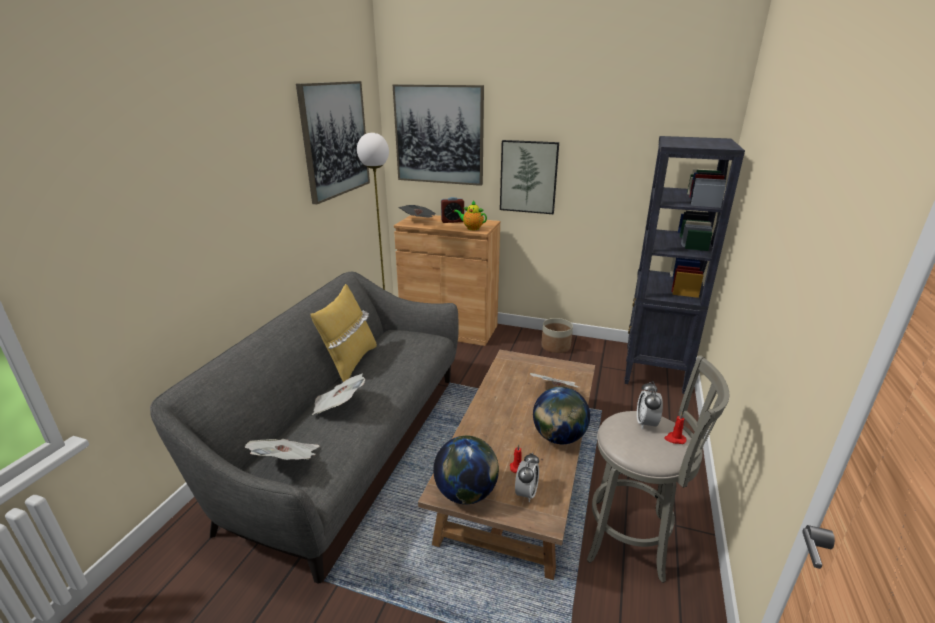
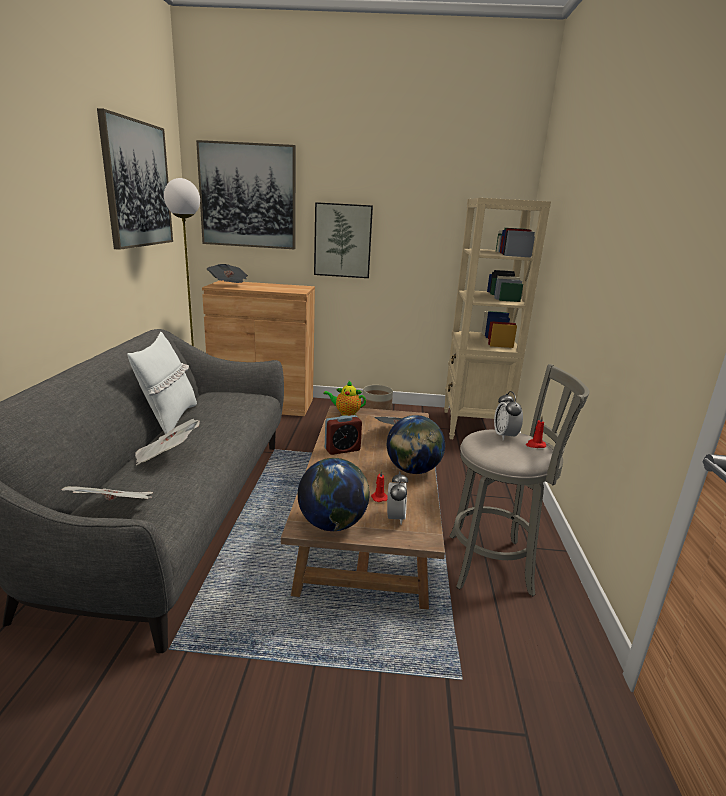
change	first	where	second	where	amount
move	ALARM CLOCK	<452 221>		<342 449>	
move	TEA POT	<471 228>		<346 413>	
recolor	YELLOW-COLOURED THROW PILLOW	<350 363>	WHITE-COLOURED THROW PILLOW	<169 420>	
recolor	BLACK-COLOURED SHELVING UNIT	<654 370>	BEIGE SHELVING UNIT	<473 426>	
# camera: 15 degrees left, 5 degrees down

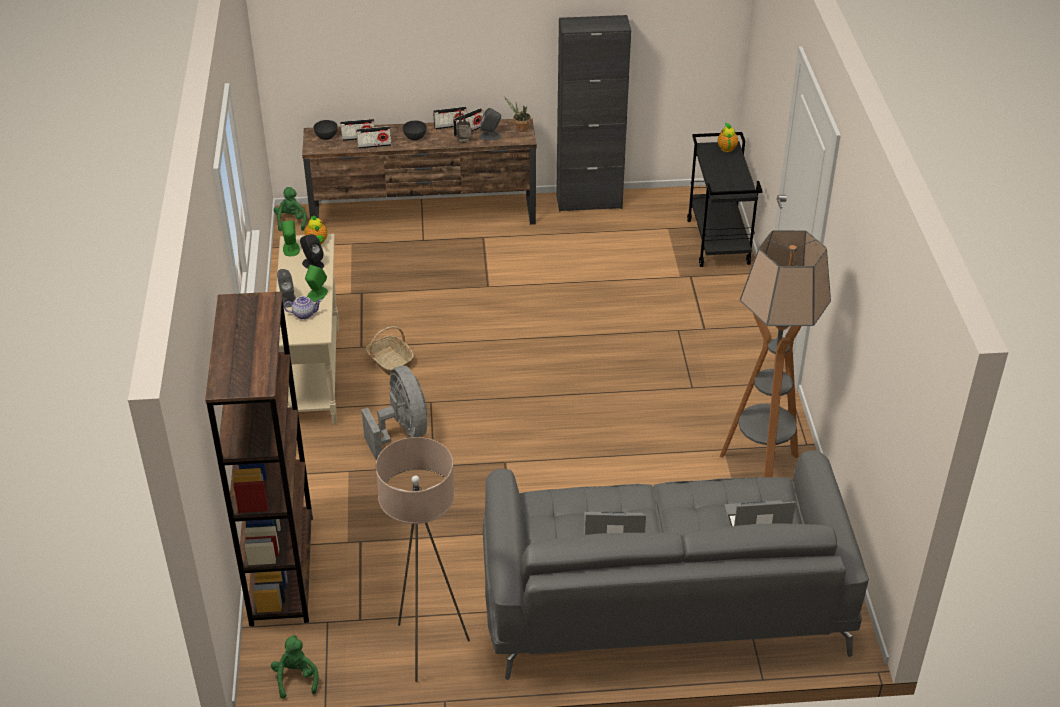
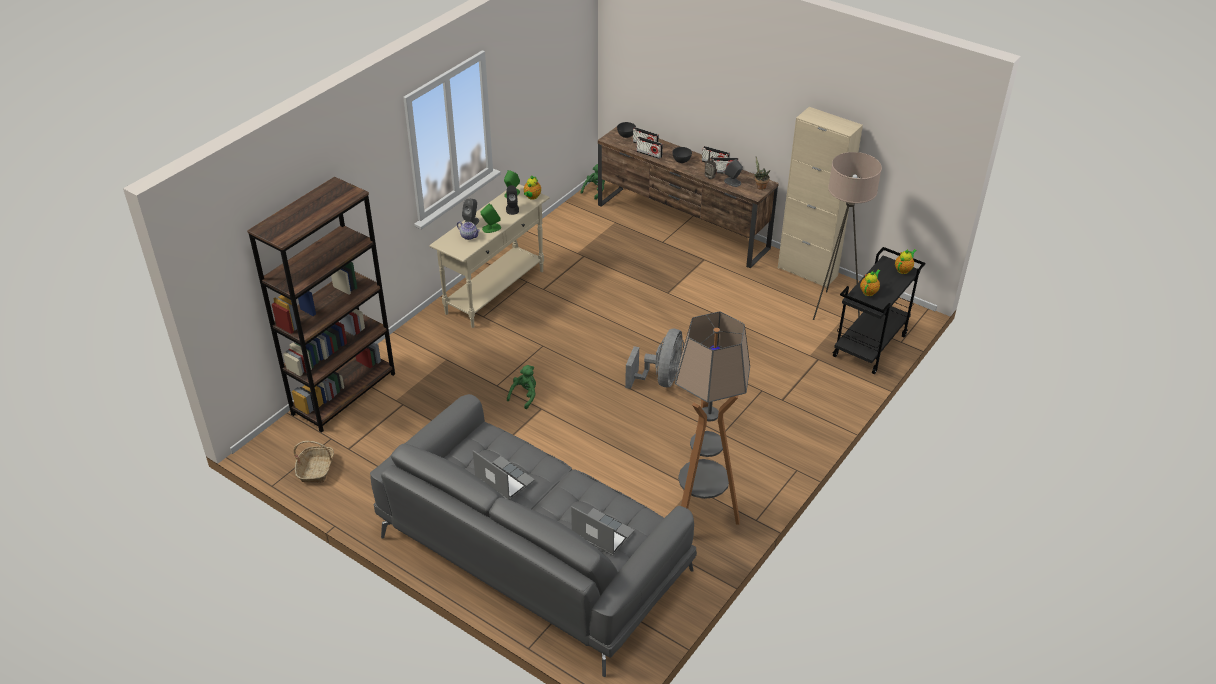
change	first	where	second	where	amount
insert			TEA POT	<869 291>	
move	GREENISH CUDDLY TOY	<296 678>		<524 395>	
move	GREYISH FAN	<402 432>		<661 379>	
move	HOUSEHOLD BASKET	<390 361>		<316 469>	
move	BEIGE FLOOR LAMP	<428 648>		<833 309>	
recolor	BLACK-COLOURED CUPBOARD	<589 202>	BEIGE CUPBOARD	<807 271>	
# camera: 40 degrees right, 0 degrees up

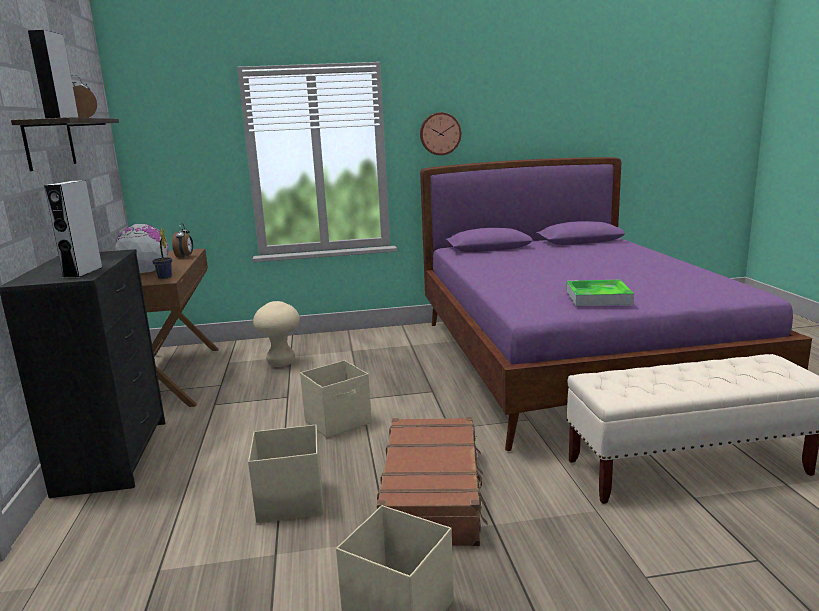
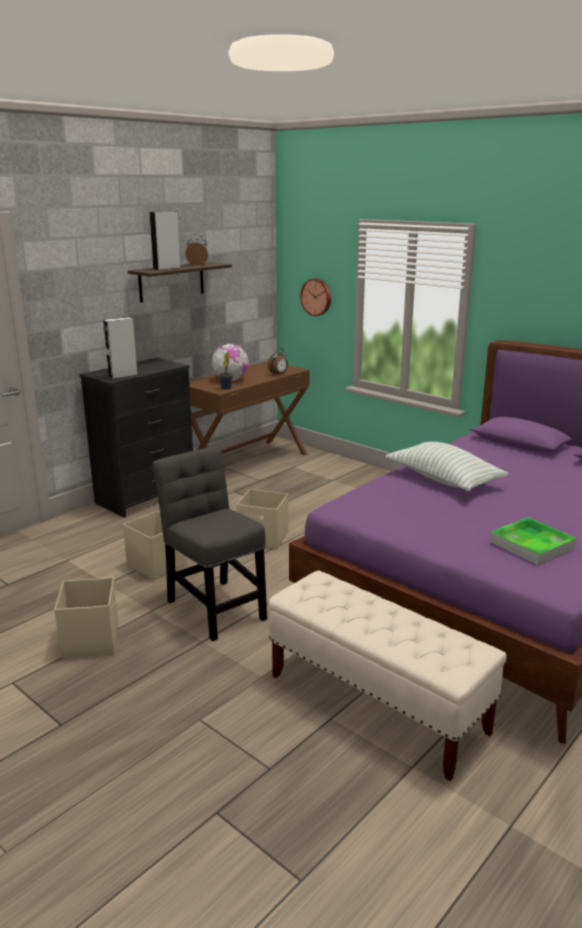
change	first	where	second	where	amount
delete	BEIGE STOOL SEAT	<281 363>			
insert			THROW PILLOW	<444 480>	
move	CLOCK ON THE WALL	<440 133>		<317 297>	
move	TRAY	<598 297>		<531 545>	
replace	BROWNISH PIECE OF LUGGAGE	<433 494>	GREYISH CHAIR	<214 606>	
# camera: 50 degrees right, 5 degrees up

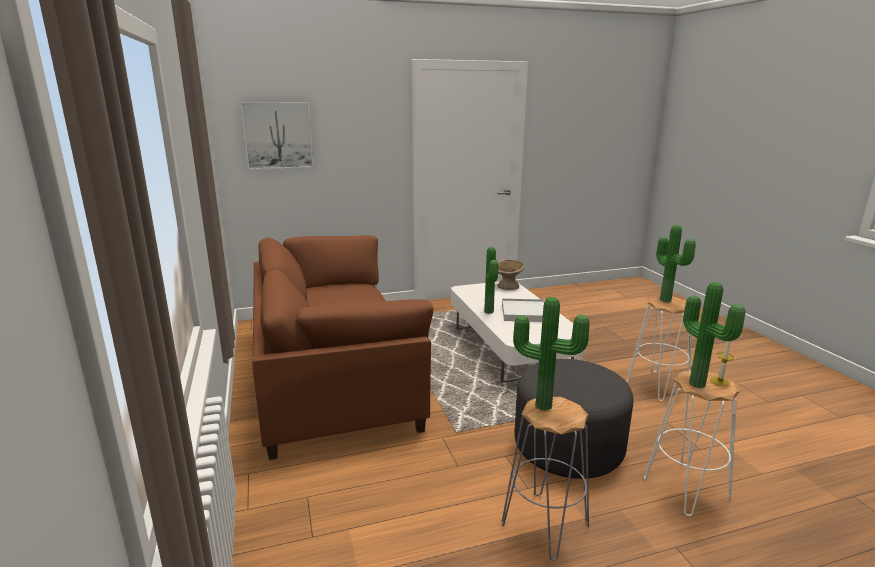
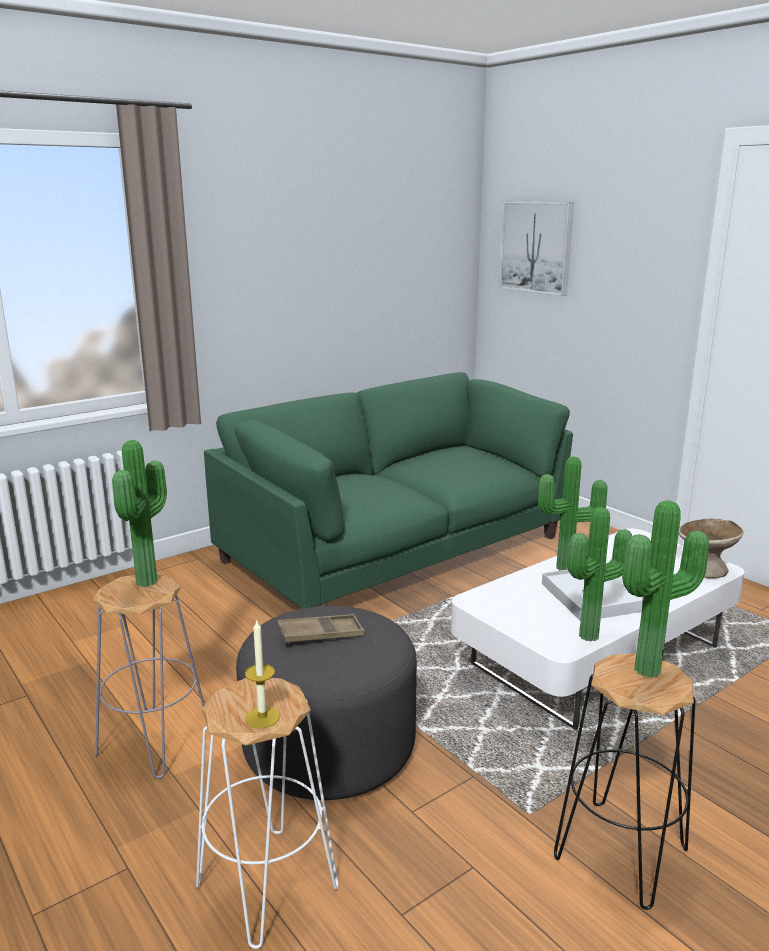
change	first	where	second	where	amount
insert			BROWNISH TRAY	<321 634>	
move	HOUSEPLANT	<699 383>		<592 637>	
recolor	BROWNISH COUCH	<333 375>	GREENISH COUCH	<394 550>	
recolor	WHITE-COLOURED STOOL SEAT	<657 386>	BLACK-COLOURED STOOL SEAT	<620 854>	
# camera: 70 degrees right, 0 degrees up

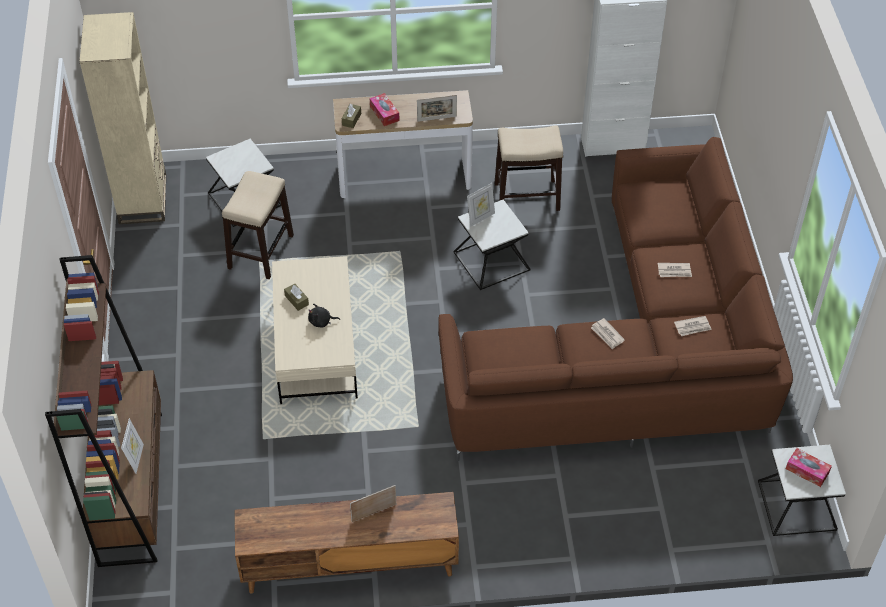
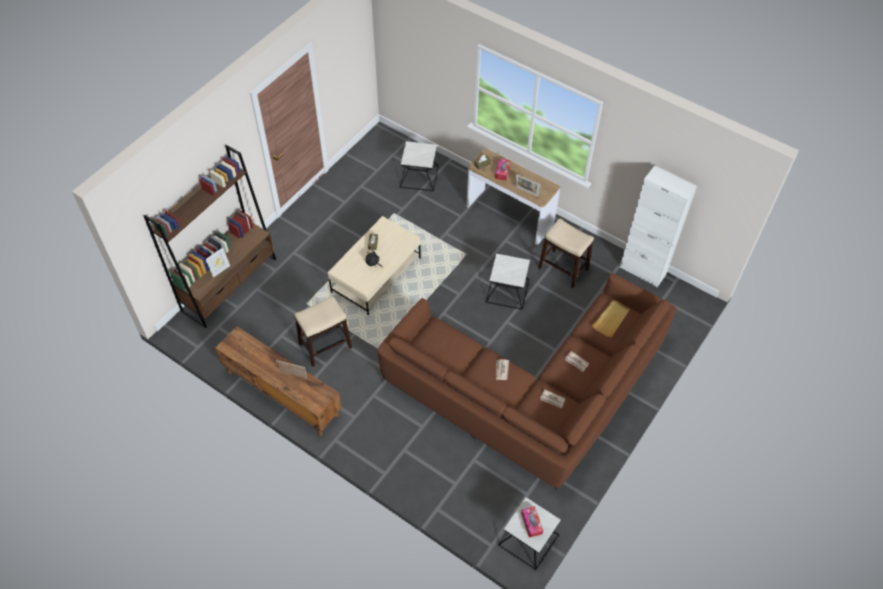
change	first	where	second	where	amount
delete	BEIGE SHELVING UNIT	<143 199>			
delete	STANDING FRAME	<480 218>			
insert			BEIGE TRAY	<611 319>	
move	STOOL SEAT	<260 252>		<324 346>	
# camera: 40 degrees right, 5 degrees up

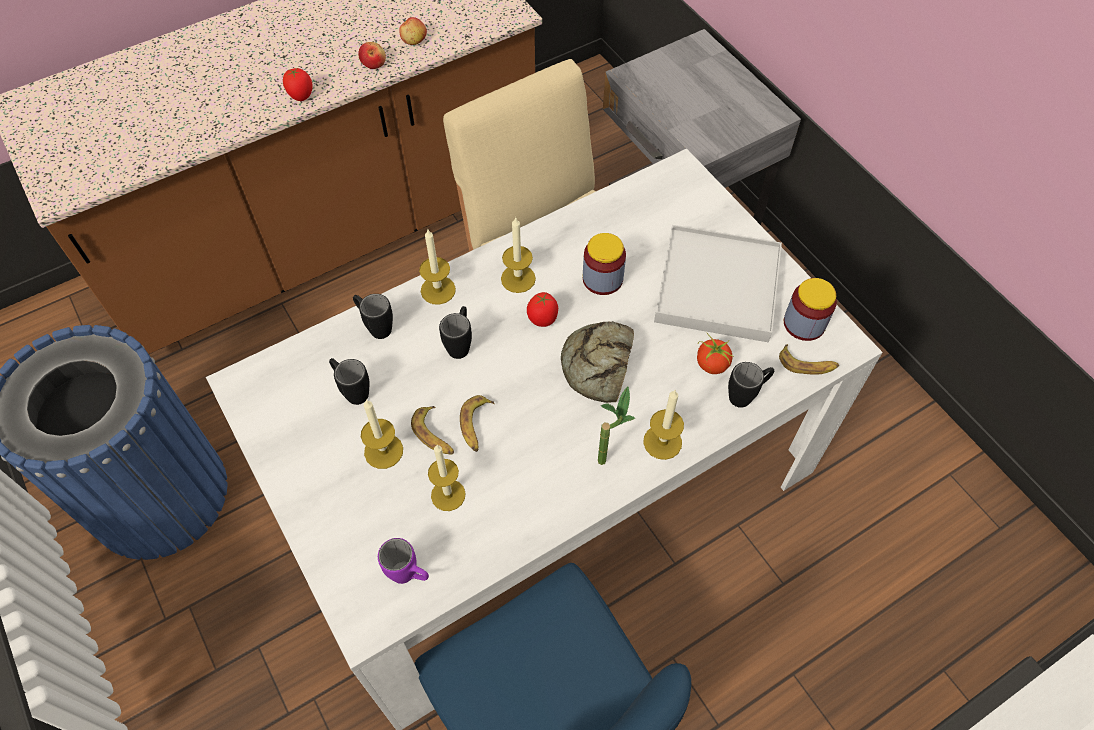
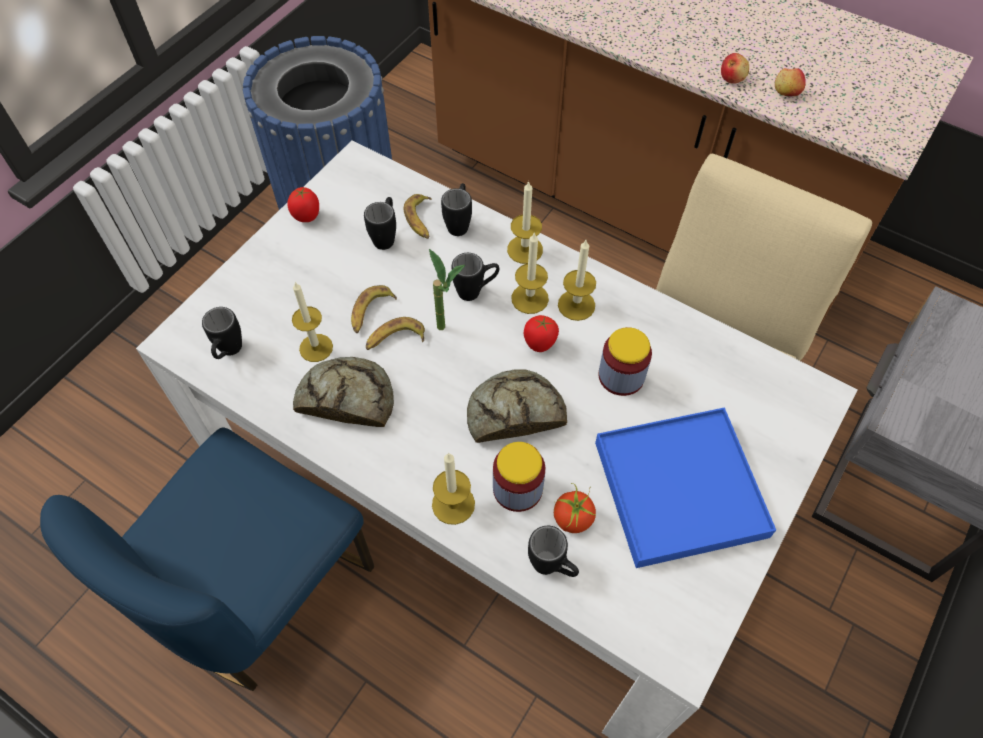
change	first	where	second	where	amount
insert			BAKED BREAD	<346 398>	
move	WHOLE TOMATO	<301 97>		<307 217>	
move	CANDLE	<383 451>		<530 298>	
move	HOUSEPLANT	<609 456>		<448 330>	
move	WHOLE BANANA	<807 364>		<420 220>	
move	STORAGE JAR	<804 323>		<517 488>	
recolor	PURPLISH COFFEE MUG	<409 576>	BLACK-COLOURED COFFEE MUG	<229 353>	
recolor	WHITE-COLOURED TRAY	<717 286>	BLUISH TRAY	<680 489>	
# camera: 65 degrees right, 0 degrees up

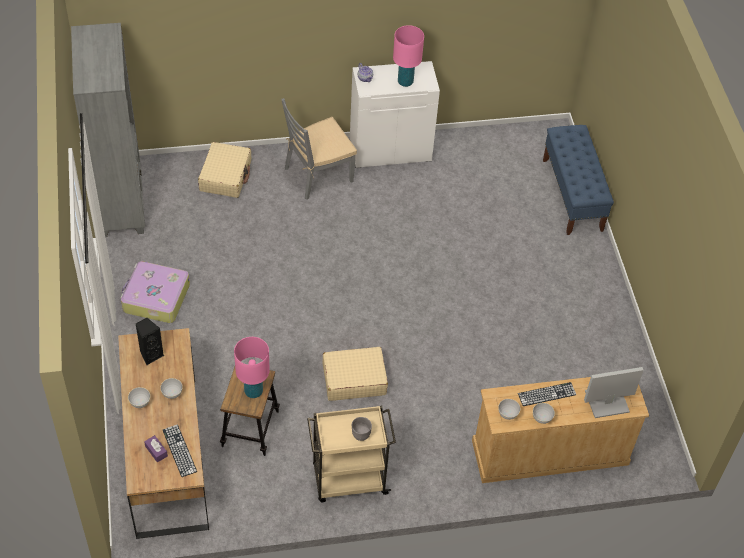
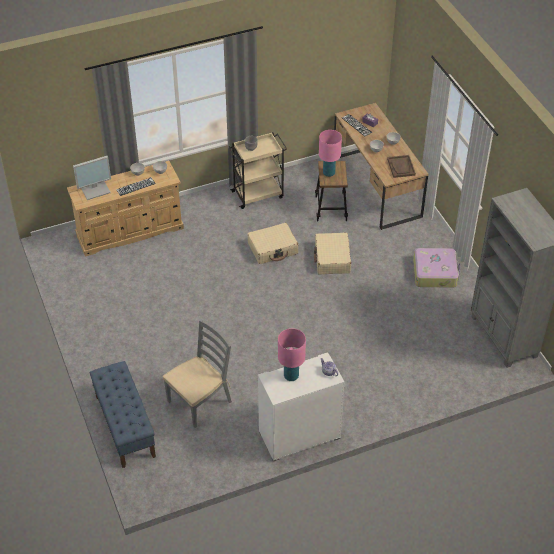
change	first	where	second	where	amount
move	BEIGE PIECE OF LUGGAGE	<225 176>		<332 259>	
move	GREYISH CHAIR	<318 175>		<200 401>	
replace	BLACK-COLOURED LOUDSPEAKER	<150 354>	BROWNISH TRAY	<401 167>	
# camera: 170 degrees right, 5 degrees down

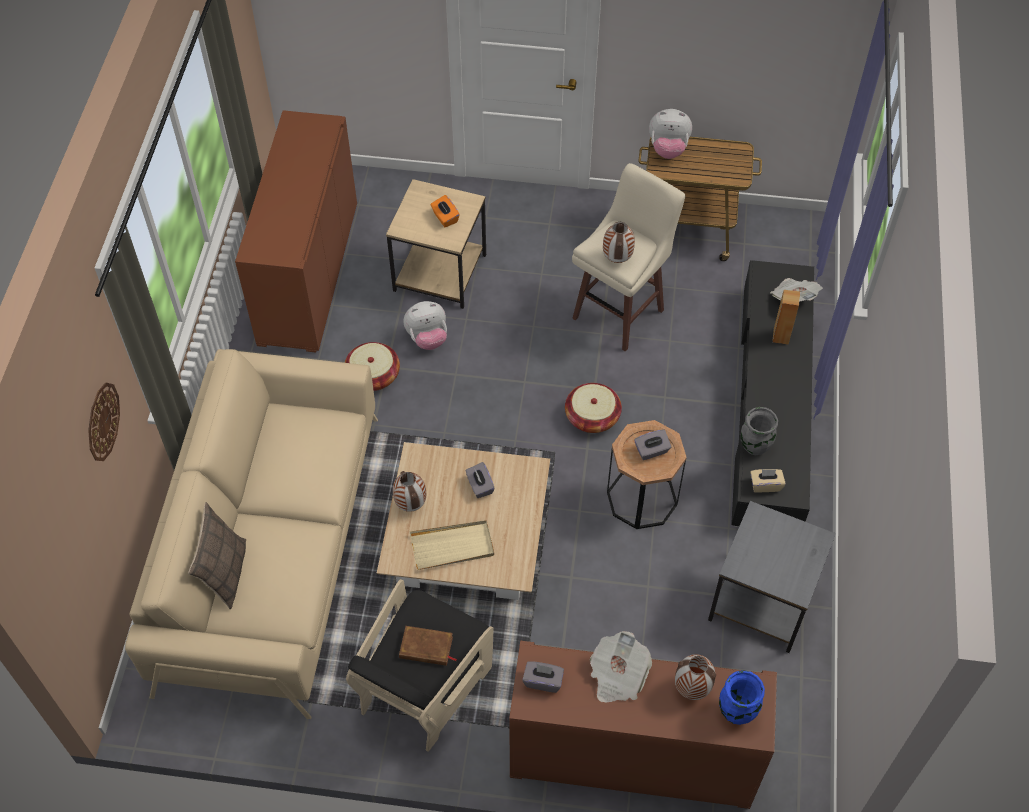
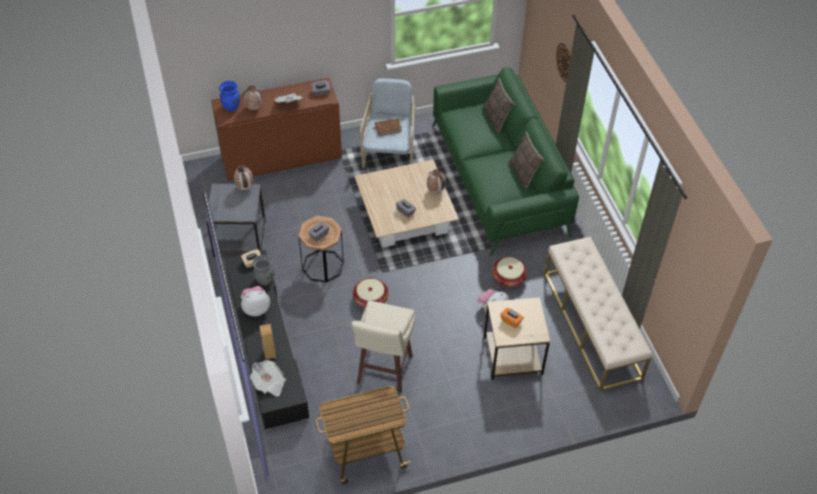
change	first	where	second	where	amount
delete	BEIGE TRAY	<452 546>			
insert			THROW PILLOW	<523 174>	
move	FLOWER VASE	<616 259>		<245 188>	
move	CUDDLY TOY	<668 149>		<256 308>	
replace	BROWNISH CUPBOARD	<308 273>	BEIGE LONG SEAT	<592 325>	
recolor	BEIGE COUCH	<271 550>	GREENISH COUCH	<498 179>	
recolor	BLACK-COLOURED ARMCHAIR	<424 687>	BEIGE ARMCHAIR	<389 151>	
# camera: 155 degrees right, 5 degrees down

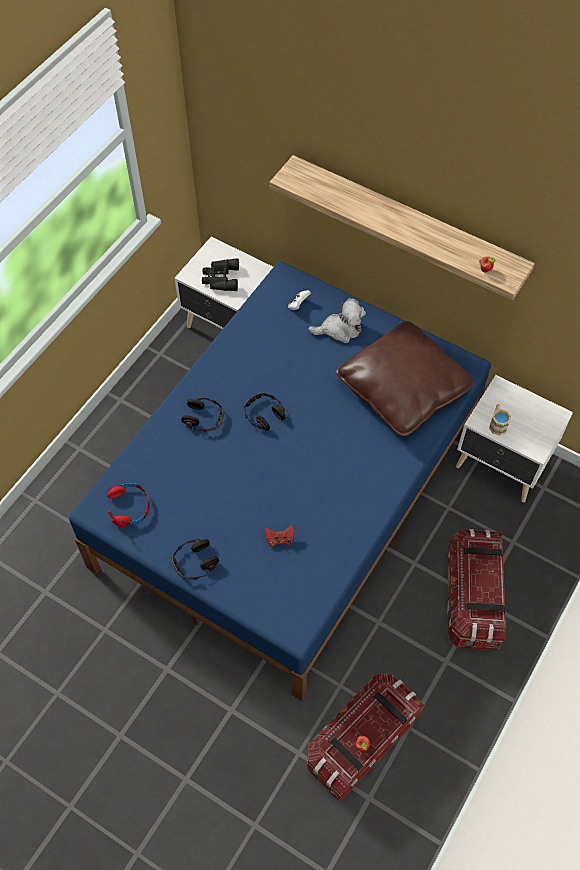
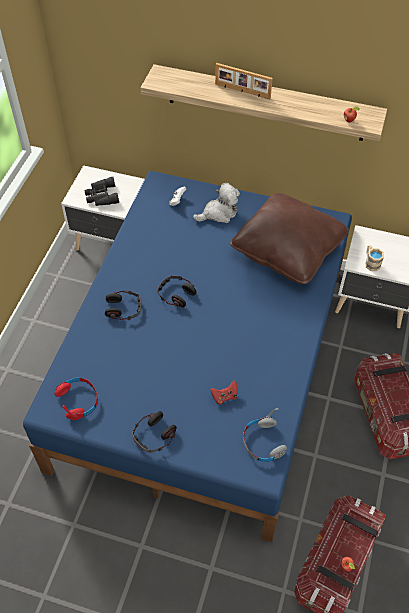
change	first	where	second	where	amount
insert			STANDING FRAME	<242 91>	
insert			GREYISH HEADPHONES	<263 442>	
# camera: 15 degrees left, 5 degrees down

